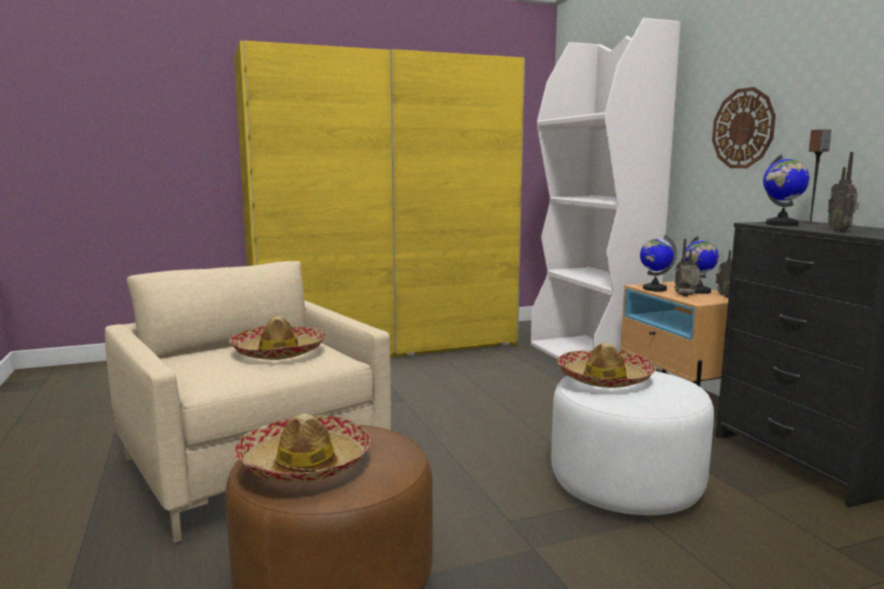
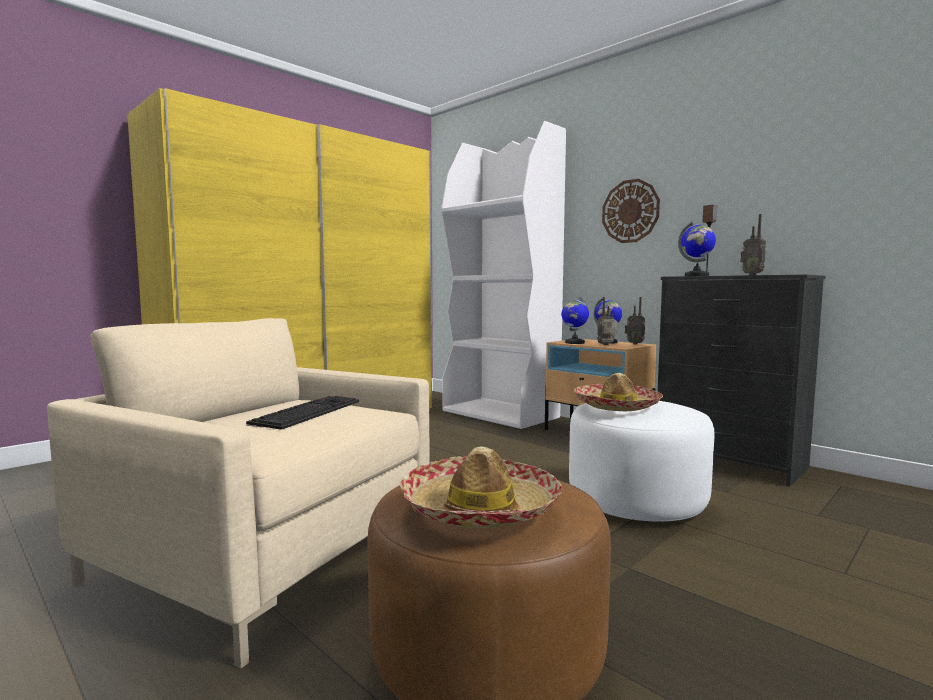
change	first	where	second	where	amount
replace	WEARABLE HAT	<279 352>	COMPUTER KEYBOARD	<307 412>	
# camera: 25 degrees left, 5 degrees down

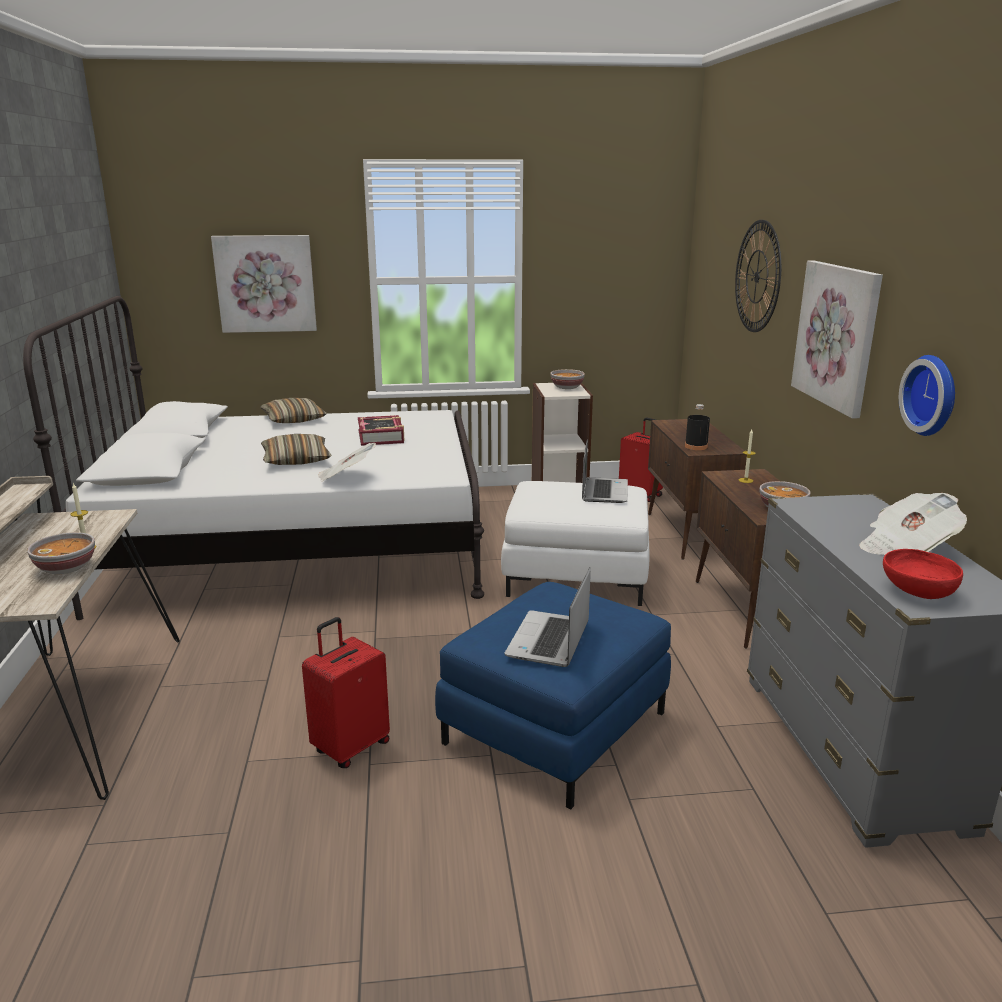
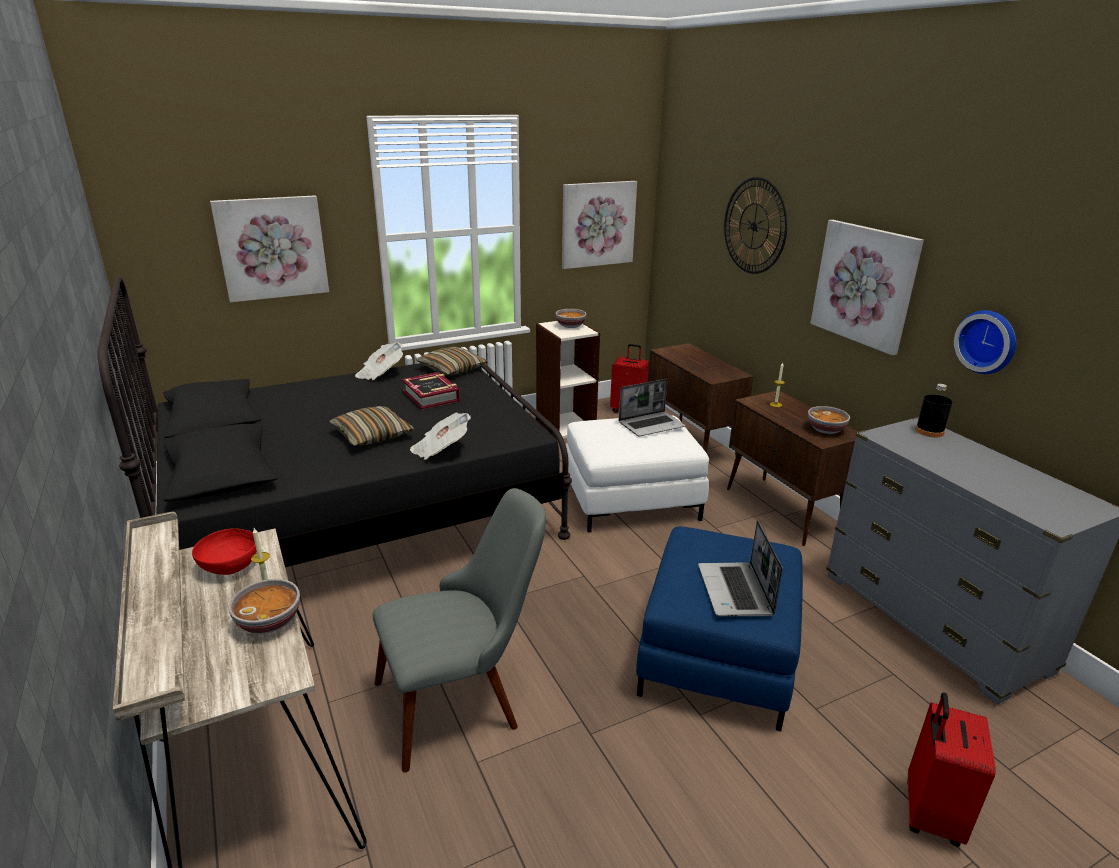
change	first	where	second	where	amount
insert			GREYISH CHAIR	<463 698>	
insert			PICTURE	<597 224>	
move	THROW PILLOW	<293 419>		<452 369>	
move	RED-COLOURED PIECE OF LUGGAGE	<350 747>		<929 813>	
move	BLACK-COLOURED DRINK BOTTLE	<696 446>		<929 431>	
move	NEWSPAPER	<906 548>		<380 374>	
move	RED-COLOURED DEEP DISH	<916 591>		<229 565>	
recolor	WHITE-COLOURED BEDROOM BED	<298 547>	BLACK-COLOURED BEDROOM BED	<360 513>	
rotate	PORTABLE COMPUTER	<603 491>		<651 425>	75 degrees clockwise
# camera: 20 degrees left, 5 degrees up

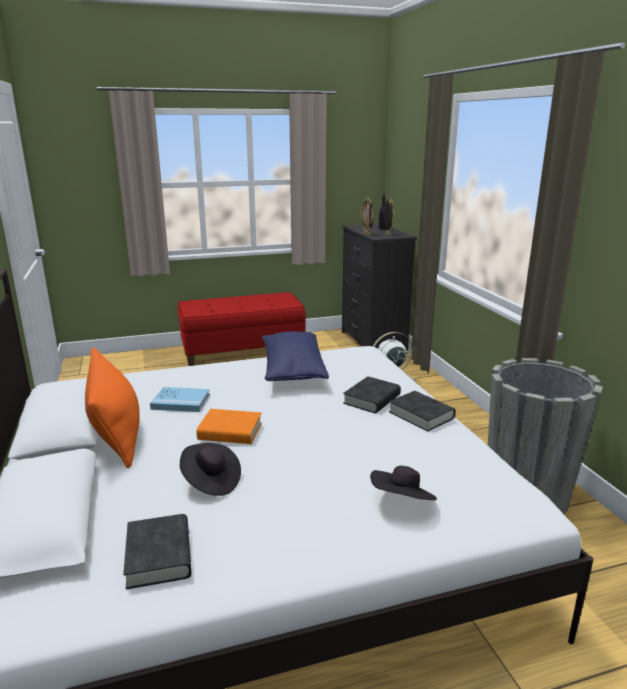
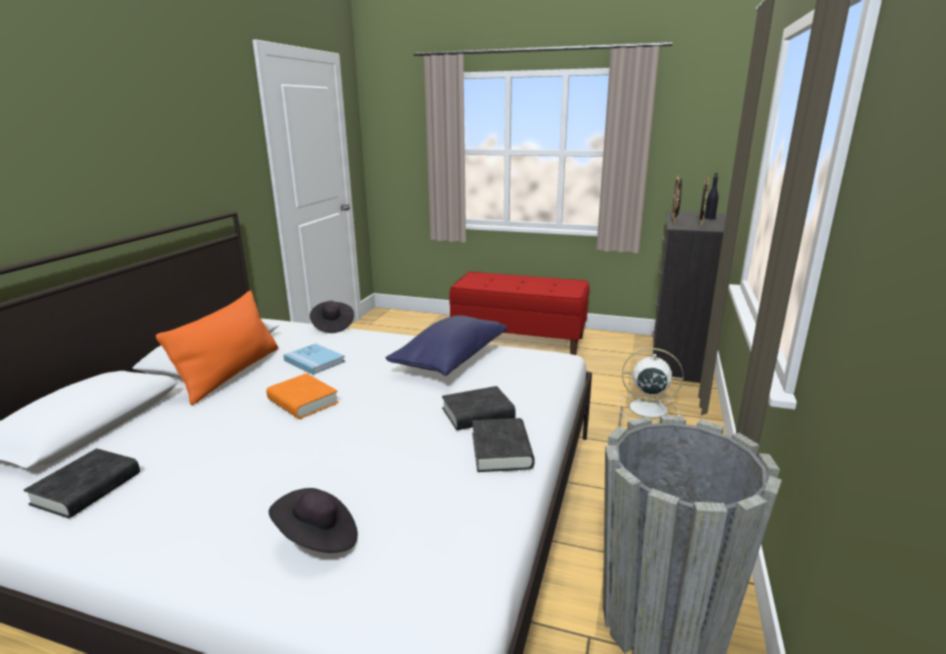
change	first	where	second	where	amount
move	BLACK-COLOURED WEARABLE HAT	<211 481>		<332 326>	
# camera: 35 degrees right, 0 degrees up

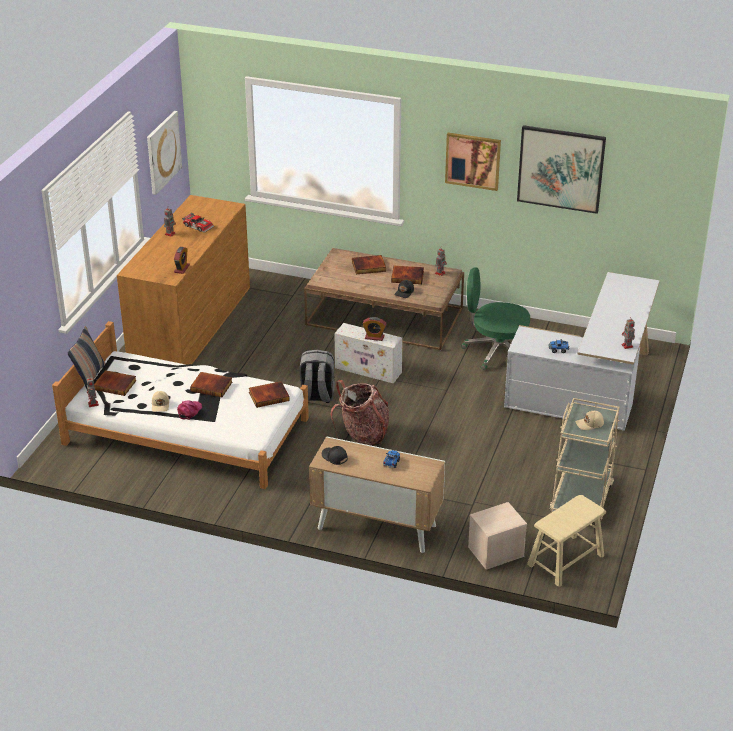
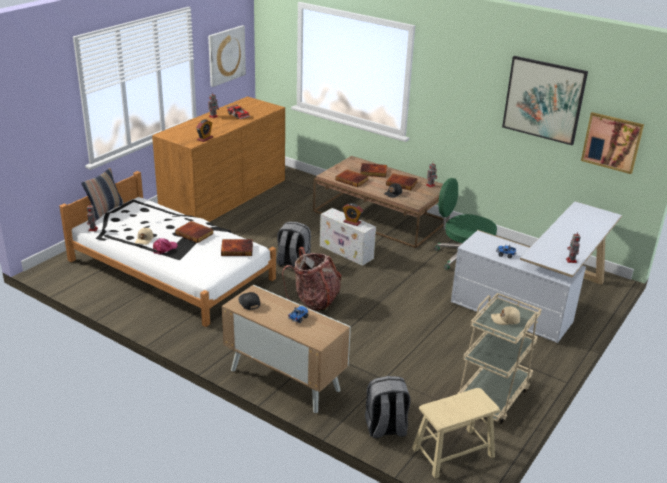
change	first	where	second	where	amount
move	BOOK	<115 384>		<352 180>	
move	PICTURE	<473 161>		<612 142>	
replace	BEIGE STORAGE CONTAINER	<495 552>	GREYISH KNAPSACK	<385 428>	
# camera: 15 degrees right, 5 degrees down

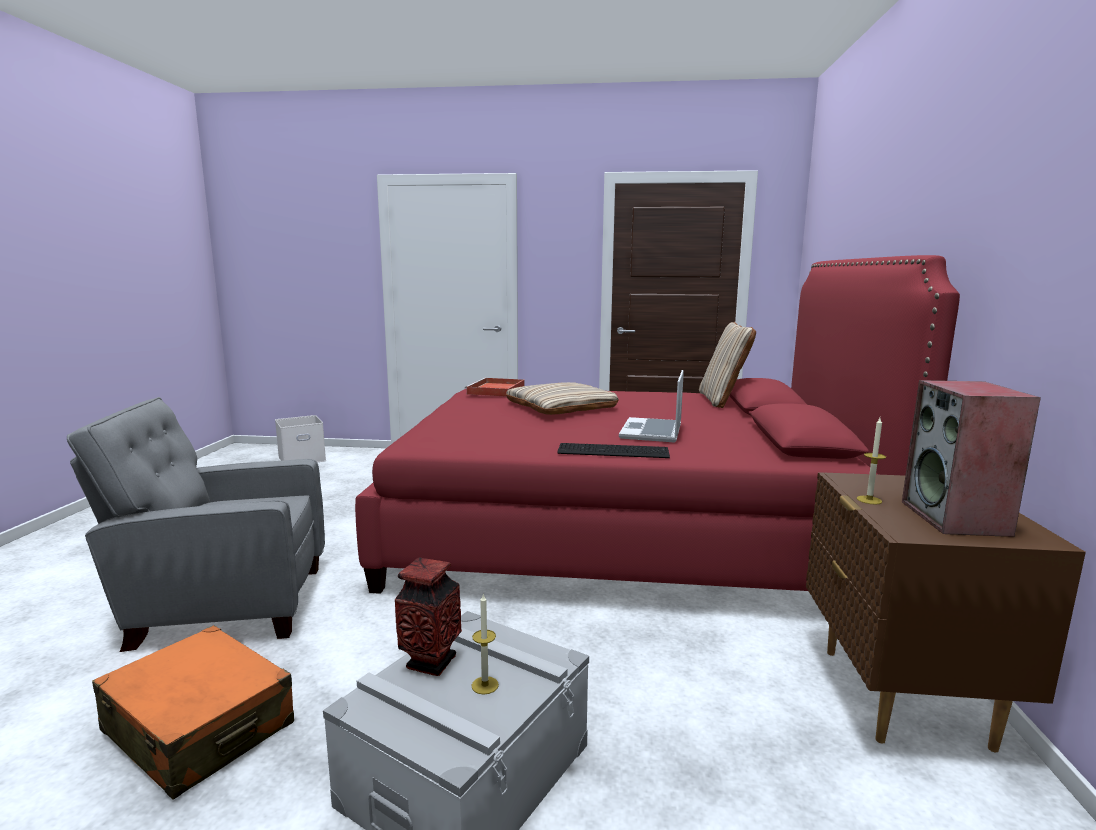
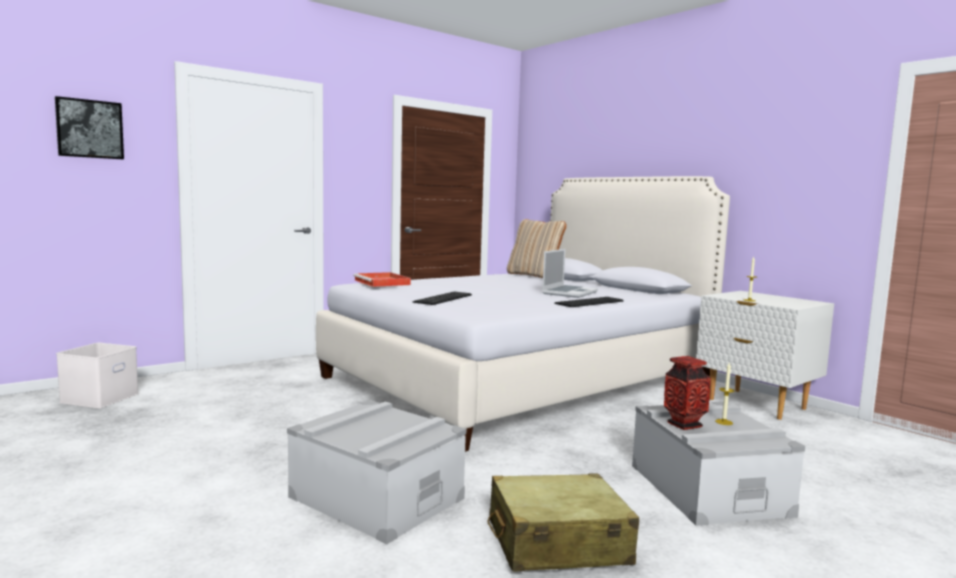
change	first	where	second	where	amount
delete	BEIGE THROW PILLOW	<561 406>			
delete	LOUDSPEAKER	<956 518>			
insert			PICTURE	<89 129>	
insert			COMPUTER KEYBOARD	<445 298>	
replace	GREYISH ARMCHAIR	<225 605>	GREYISH STORAGE CONTAINER	<376 497>	
recolor	ORANGEY PIECE OF LUGGAGE	<199 728>	BEIGE PIECE OF LUGGAGE	<557 543>	
recolor	RED-COLOURED BEDROOM BED	<623 532>	WHITE-COLOURED BEDROOM BED	<519 379>	
recolor	BROWNISH BEDSIDE TABLE	<900 696>	WHITE-COLOURED BEDSIDE TABLE	<756 404>	
rotate	PORTABLE COMPUTER	<652 432>		<569 292>	120 degrees counterclockwise
# camera: 45 degrees left, 5 degrees down

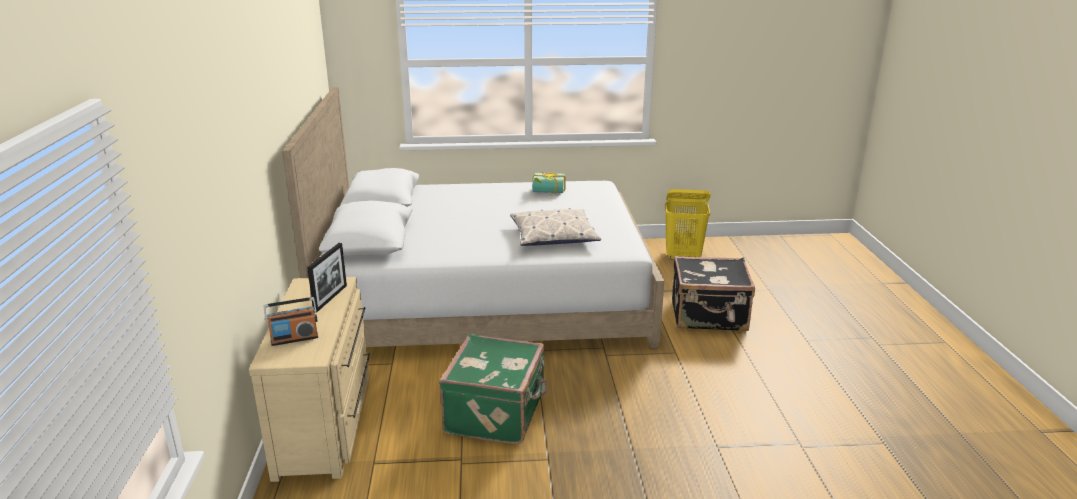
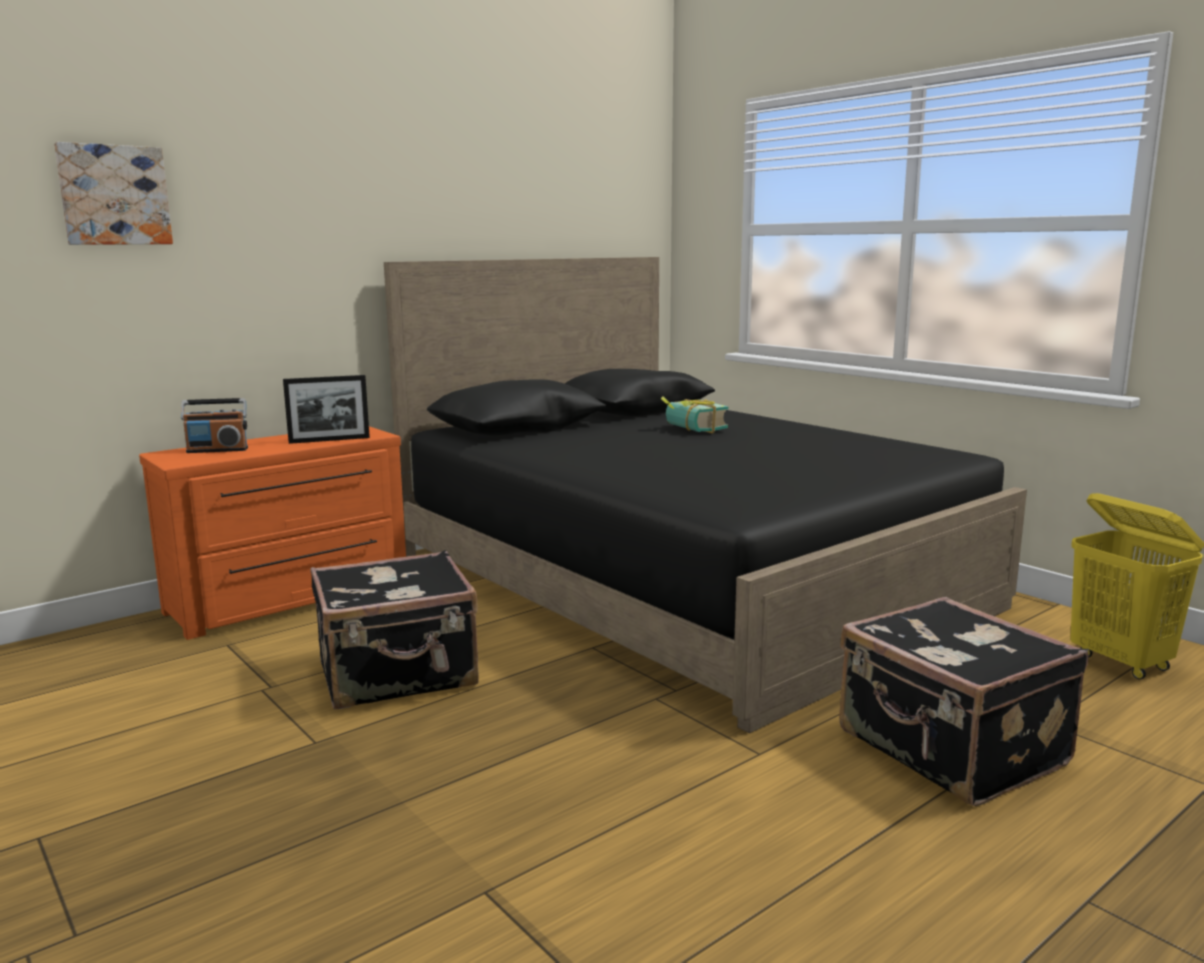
change	first	where	second	where	amount
delete	THROW PILLOW	<553 236>			
insert			PICTURE	<114 195>	
move	BOOK	<548 192>		<691 430>	
recolor	BEIGE CHEST OF DRAWERS	<327 422>	ORANGEY CHEST OF DRAWERS	<292 599>	
recolor	WHITE-COLOURED BEDROOM BED	<486 296>	BLACK-COLOURED BEDROOM BED	<684 579>	
recolor	GREENISH PIECE OF LUGGAGE	<497 414>	BLACK-COLOURED PIECE OF LUGGAGE	<398 674>	
rotate	RADIO RECEIVER	<294 339>		<217 450>	45 degrees counterclockwise
# camera: 55 degrees right, 10 degrees down

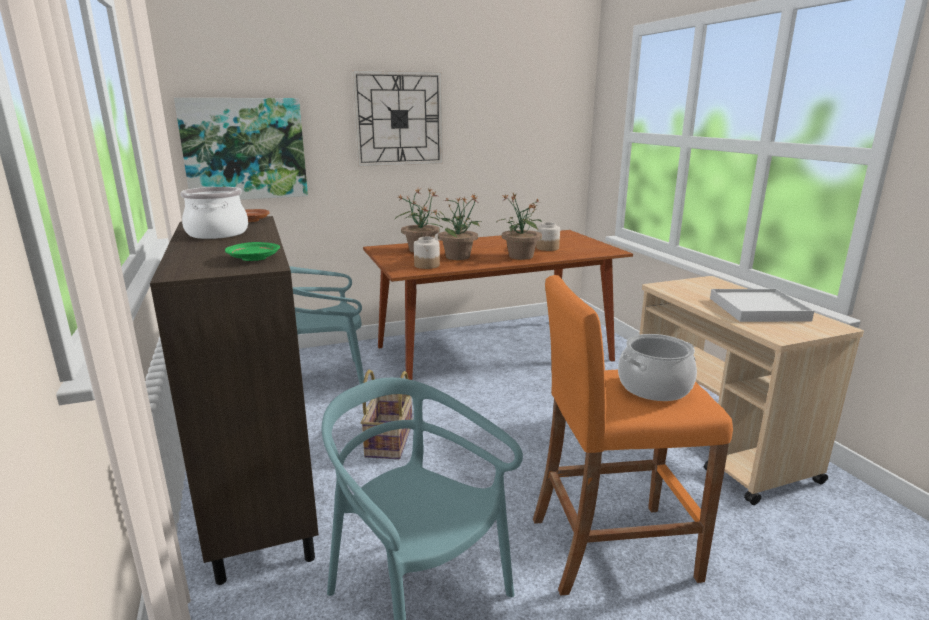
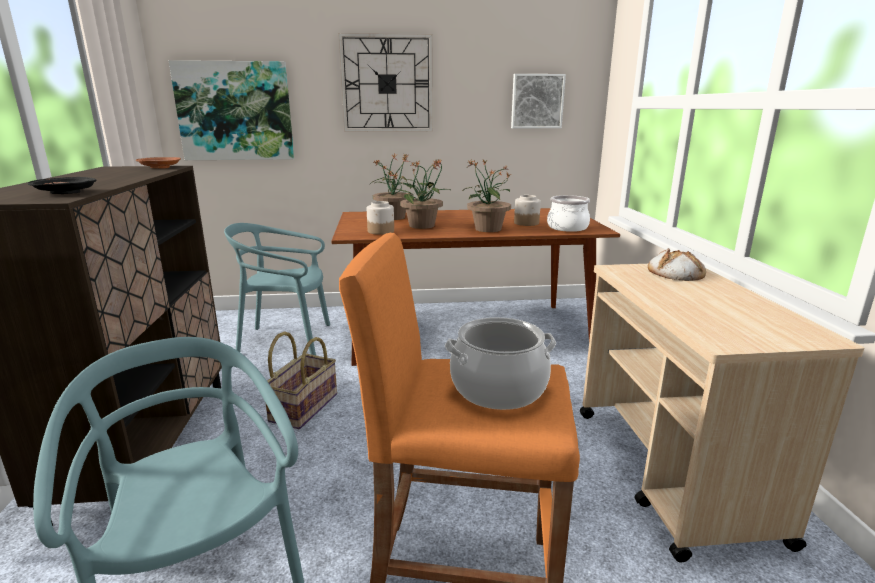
change	first	where	second	where	amount
delete	WHITE-COLOURED TRAY	<757 309>			
insert			PICTURE	<537 101>	
insert			BAKED BREAD	<675 273>	
move	SAUCEPOT	<216 233>		<567 227>	
recolor	GREENISH FLAT DISH	<254 259>	BLACK-COLOURED FLAT DISH	<65 193>	
# camera: 15 degrees right, 0 degrees up

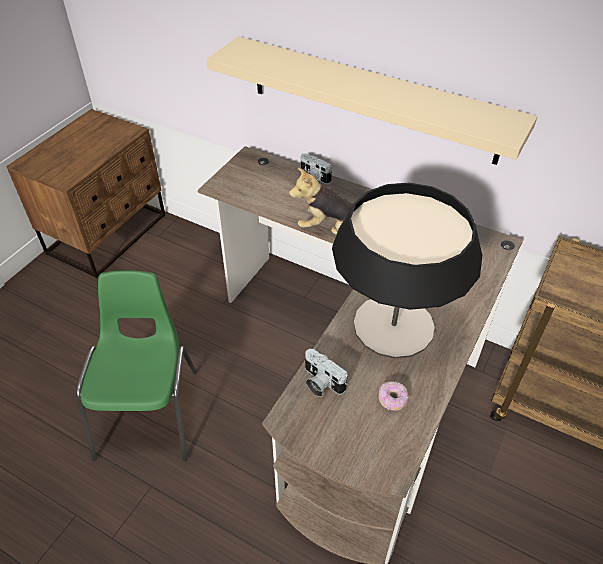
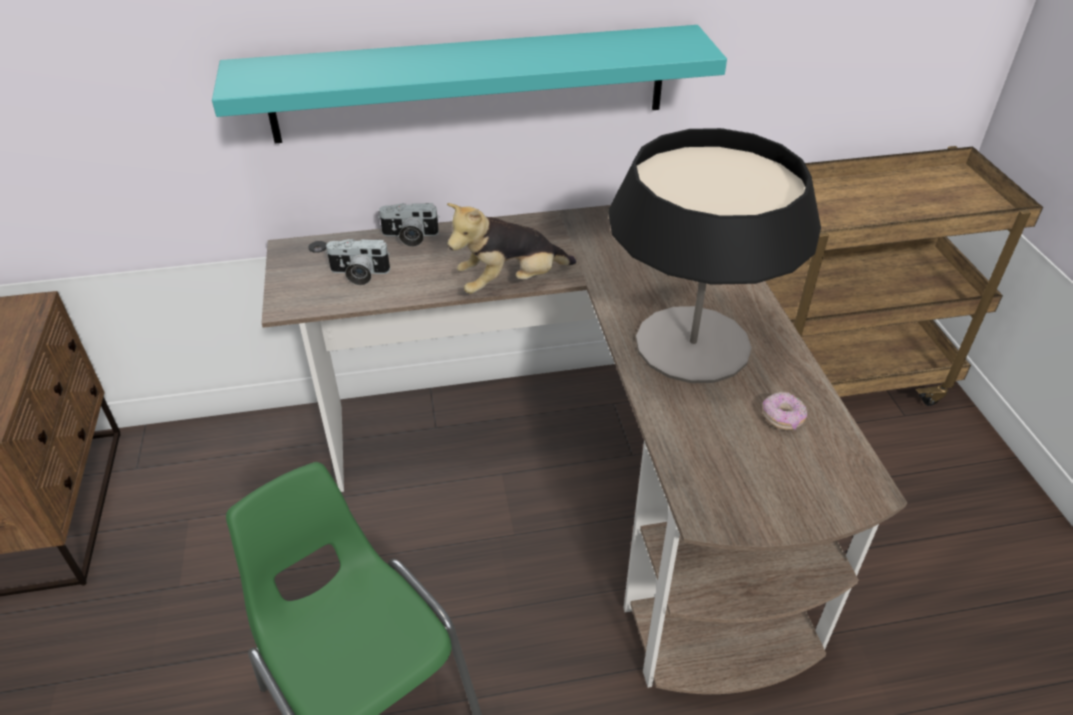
change	first	where	second	where	amount
move	PHOTO CAMERA	<320 382>		<359 274>	
recolor	BEIGE SHELF	<371 99>	TURQUOISE-COLOURED SHELF	<470 84>	
# camera: 40 degrees left, 5 degrees down

